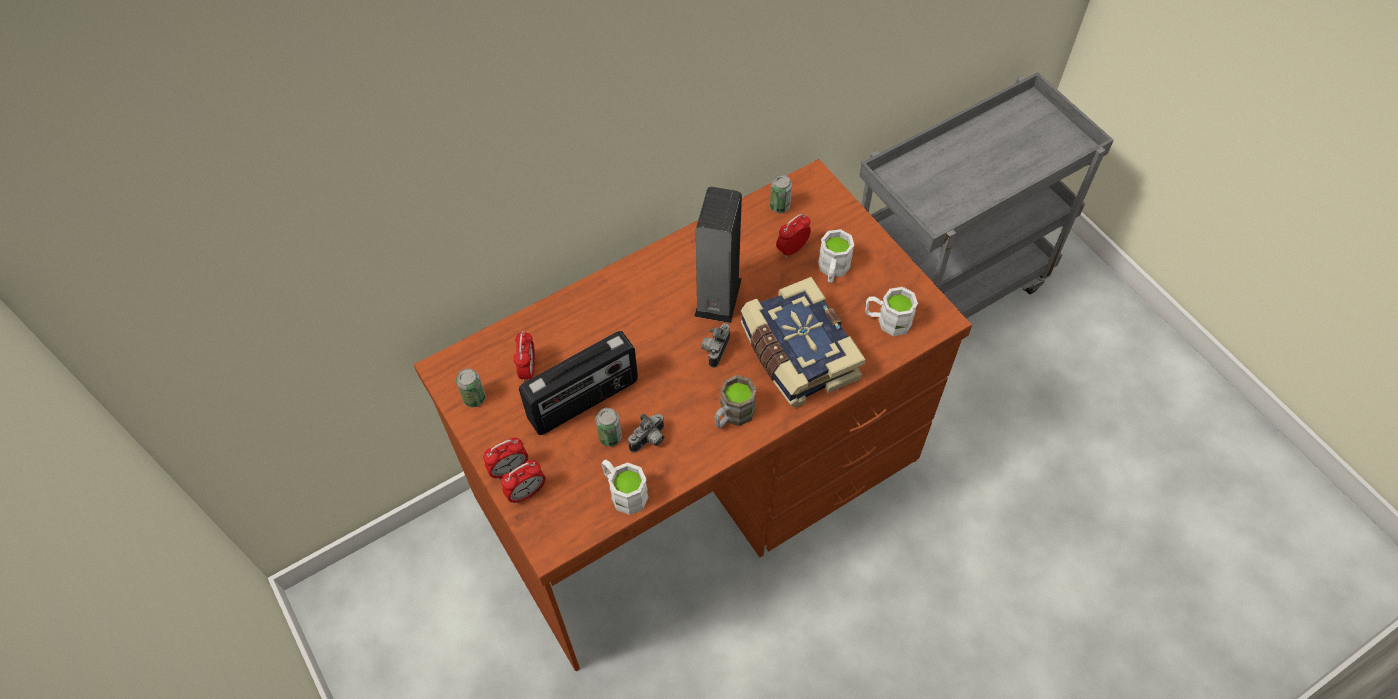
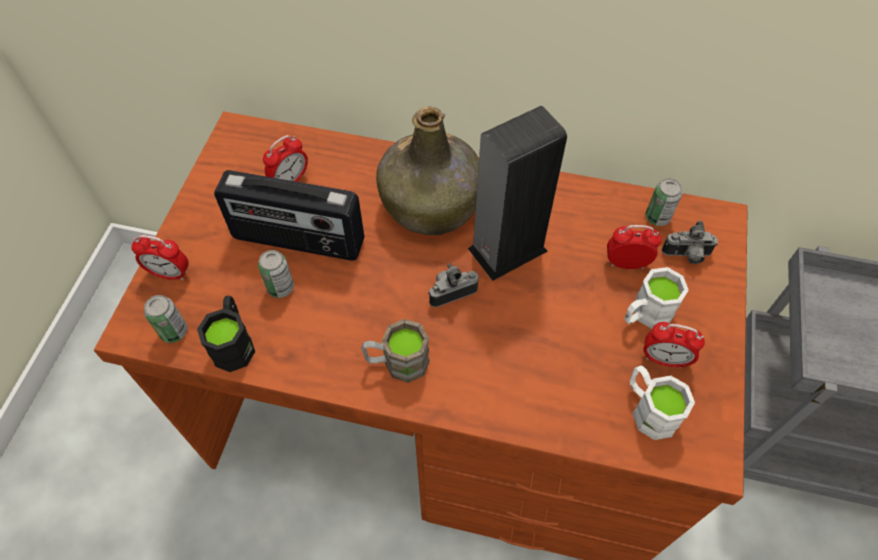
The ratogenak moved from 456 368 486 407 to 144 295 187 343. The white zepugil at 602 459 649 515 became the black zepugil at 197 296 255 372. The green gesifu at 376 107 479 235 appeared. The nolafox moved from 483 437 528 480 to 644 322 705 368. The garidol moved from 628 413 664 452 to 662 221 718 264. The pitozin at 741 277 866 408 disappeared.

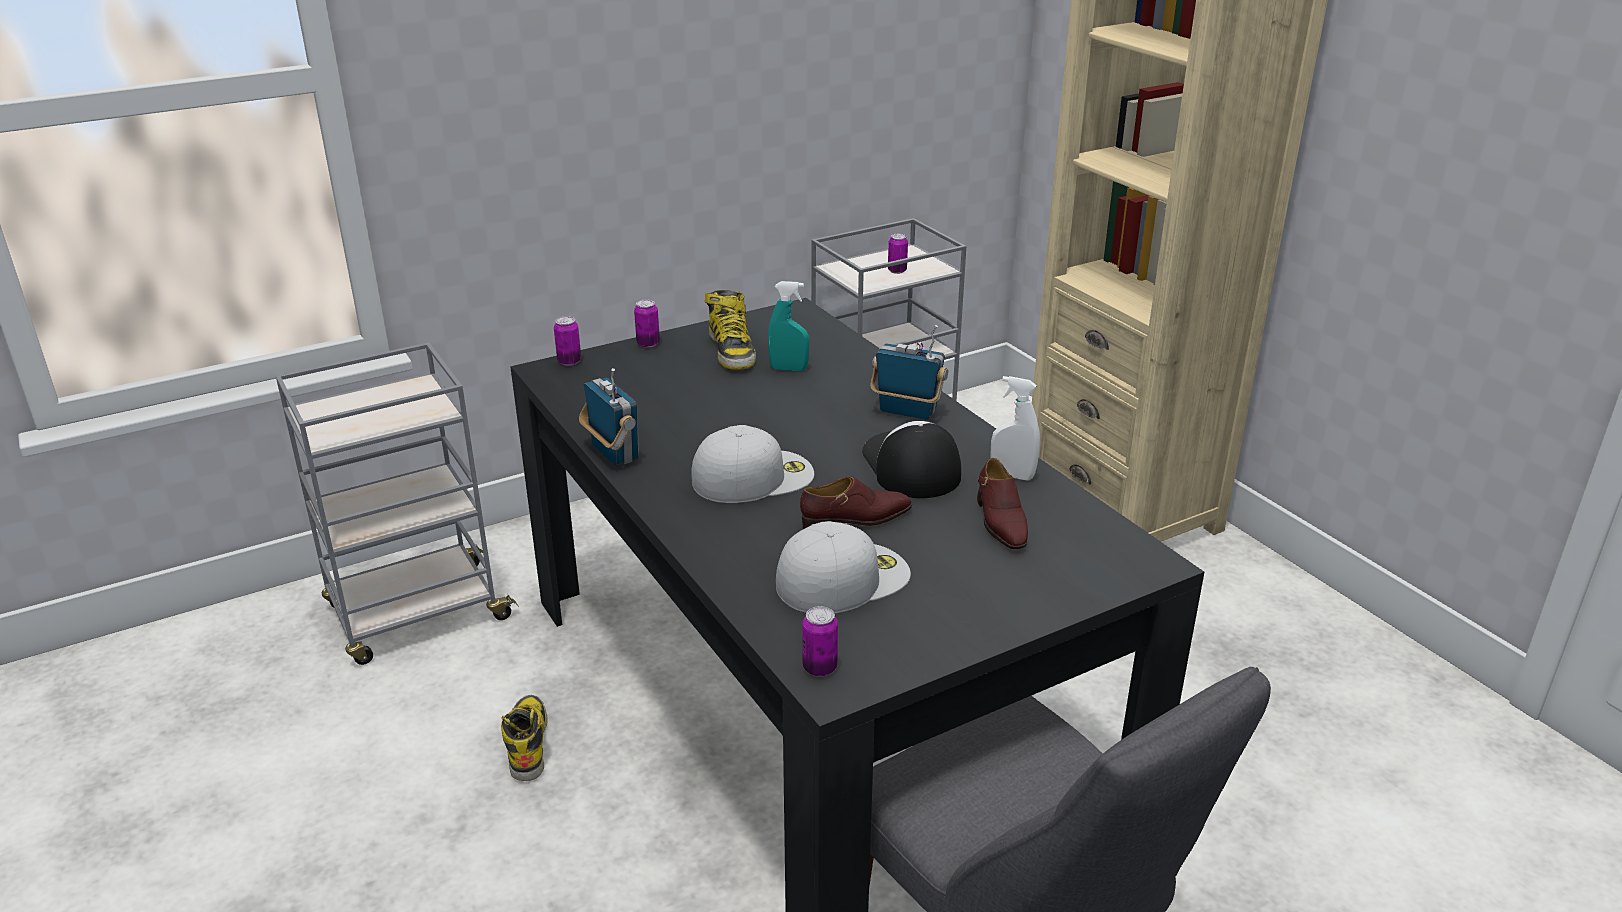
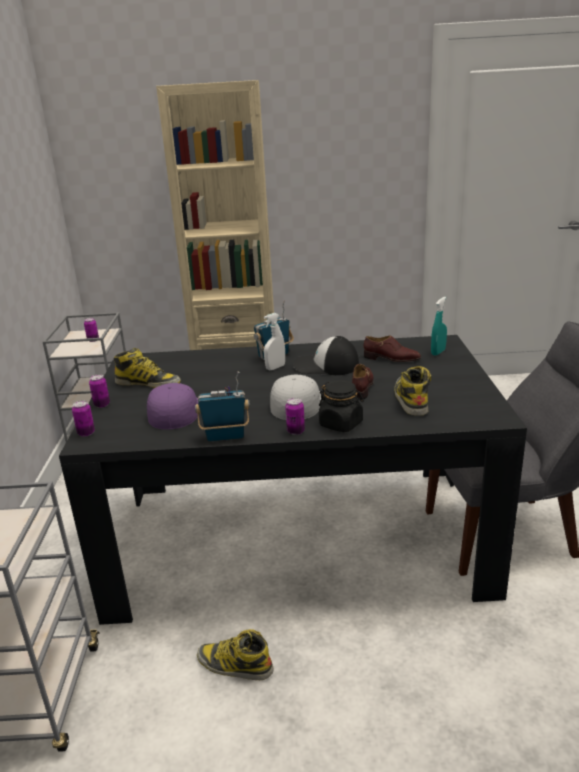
The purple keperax at 147 383 198 429 appeared. The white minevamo moved from 990 376 1040 480 to 264 313 285 370. The ratogenak moved from 802 606 838 676 to 285 398 305 435. The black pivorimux at 319 380 364 432 appeared. The white keperax at 776 521 911 614 was replaced by the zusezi at 394 366 431 416. The turquoise minevamo moved from 768 281 809 371 to 431 297 447 356.

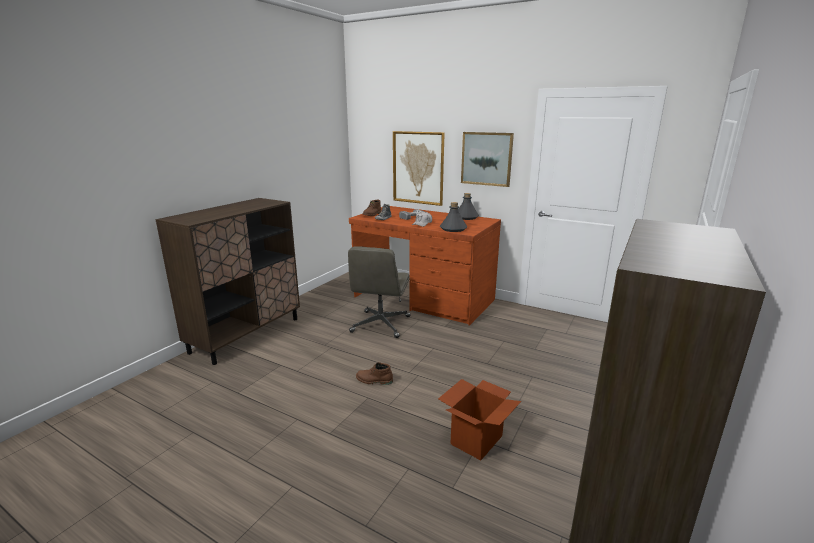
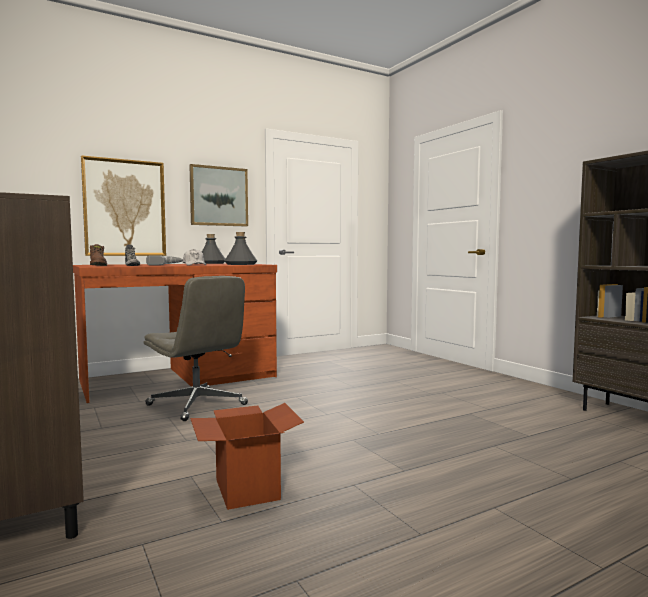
The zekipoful moved from 438 379 521 460 to 190 403 304 510. The brown zusezi at 356 362 393 385 disappeared.

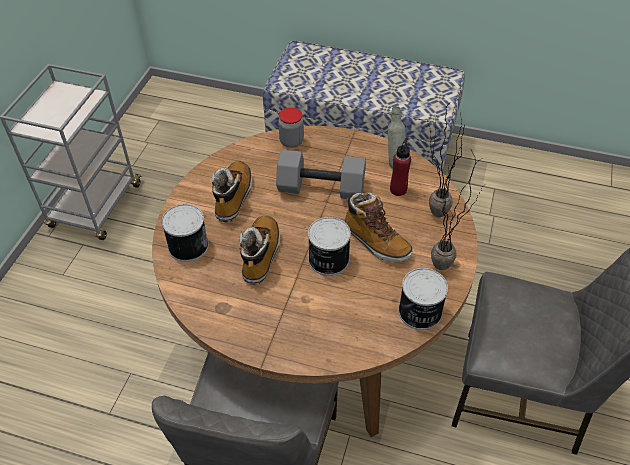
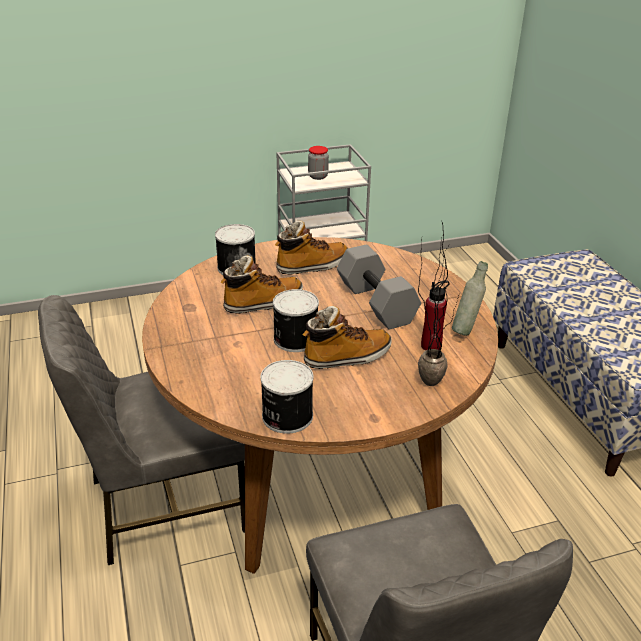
The zusezi at 344 192 413 262 turned 120 degrees counterclockwise. The pivorimux moved from 278 108 304 148 to 308 146 329 180. The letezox at 431 150 483 270 disappeared.

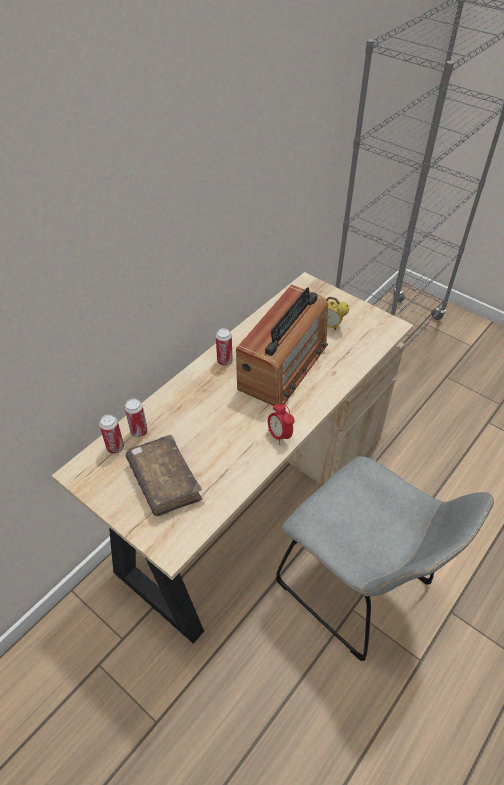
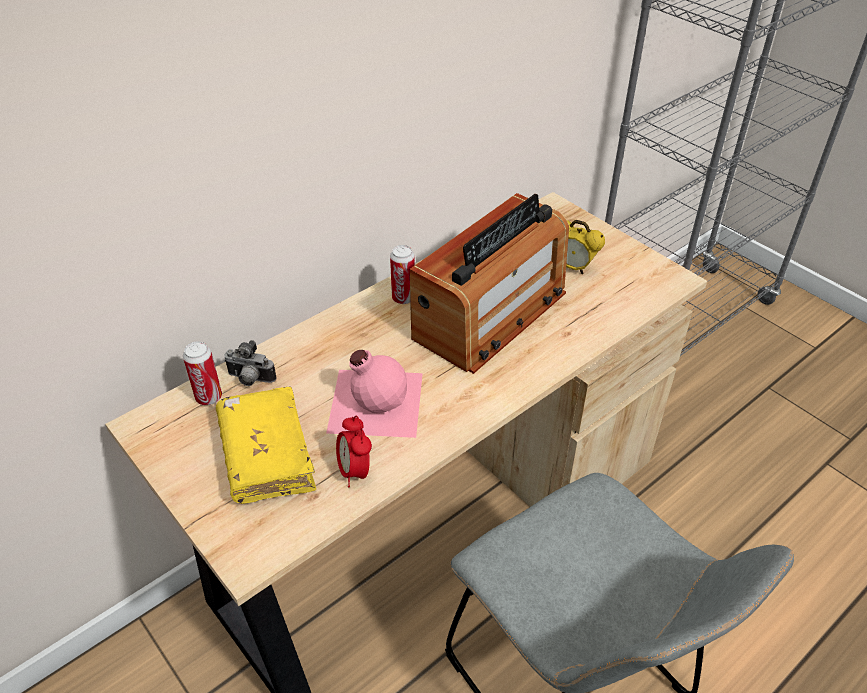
The brown pitozin at 126 435 202 516 became the yellow pitozin at 216 386 316 504. The ratogenak at 125 399 148 437 was replaced by the garidol at 224 340 277 386. The pink gesifu at 326 350 423 438 appeared. The nolafox moved from 268 403 294 445 to 336 415 372 487.

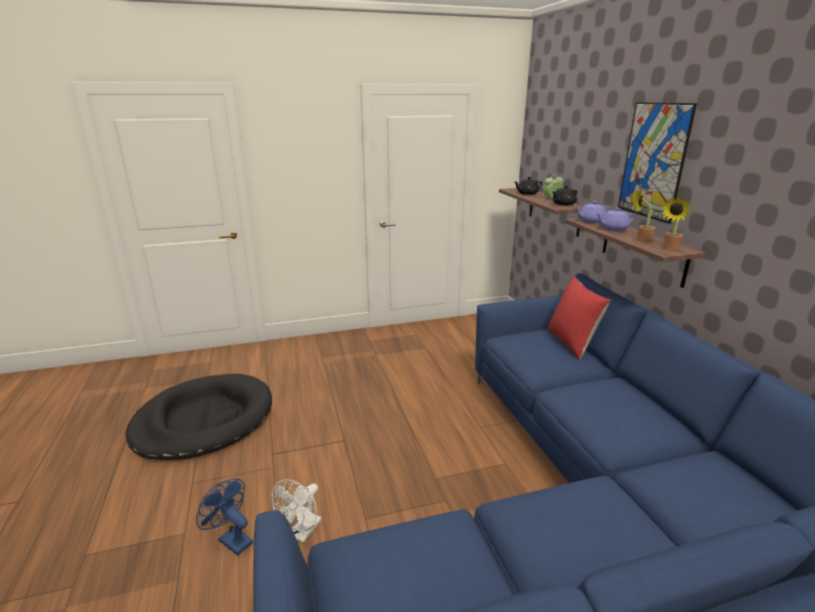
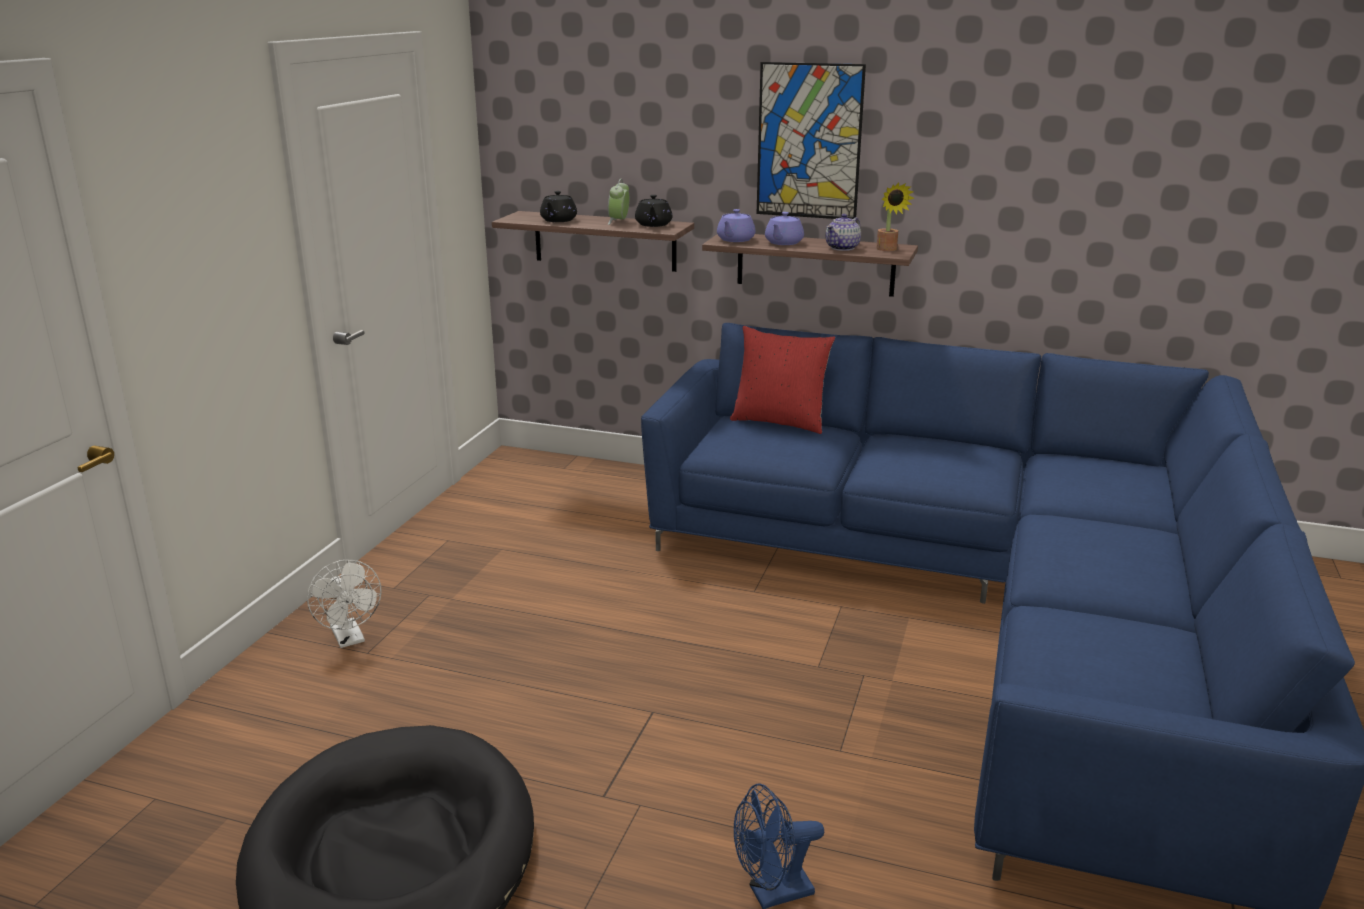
The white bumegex moved from 271 479 321 543 to 307 560 382 648. The letezox at 633 189 655 242 was replaced by the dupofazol at 825 214 861 251.

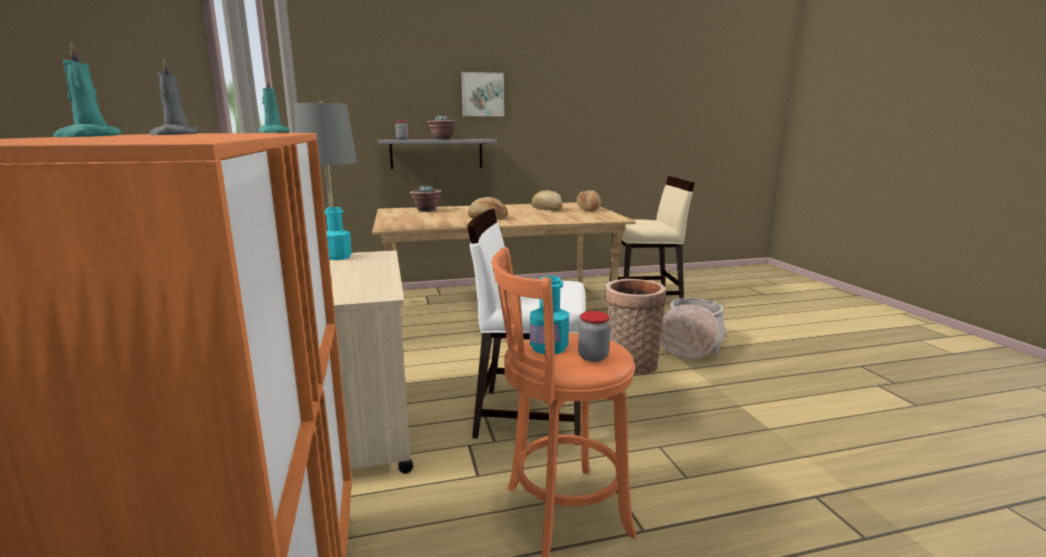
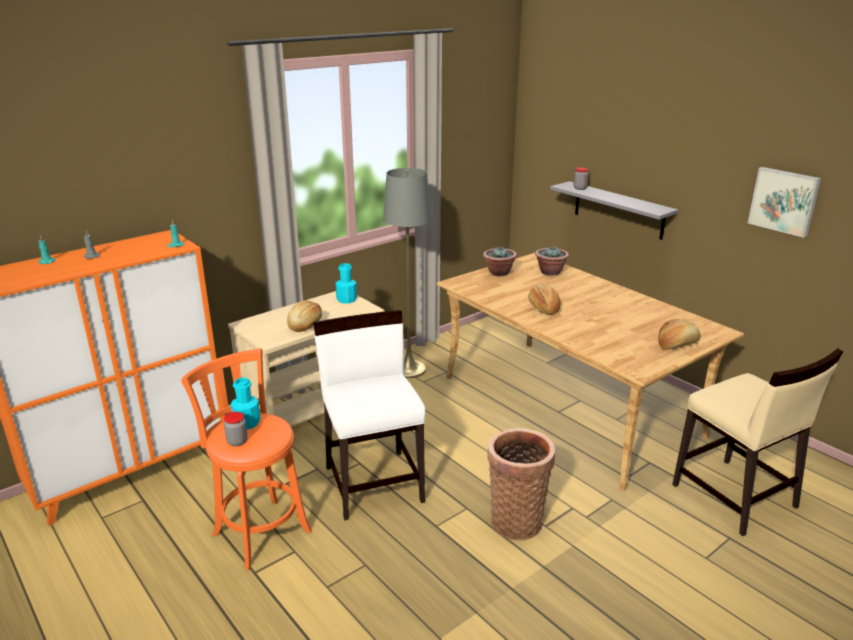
The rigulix moved from 531 190 563 211 to 287 300 322 332. The letezox moved from 427 115 457 140 to 483 247 517 276. The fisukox moved from 461 72 504 116 to 748 167 821 238. The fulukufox at 660 298 727 359 disappeared.

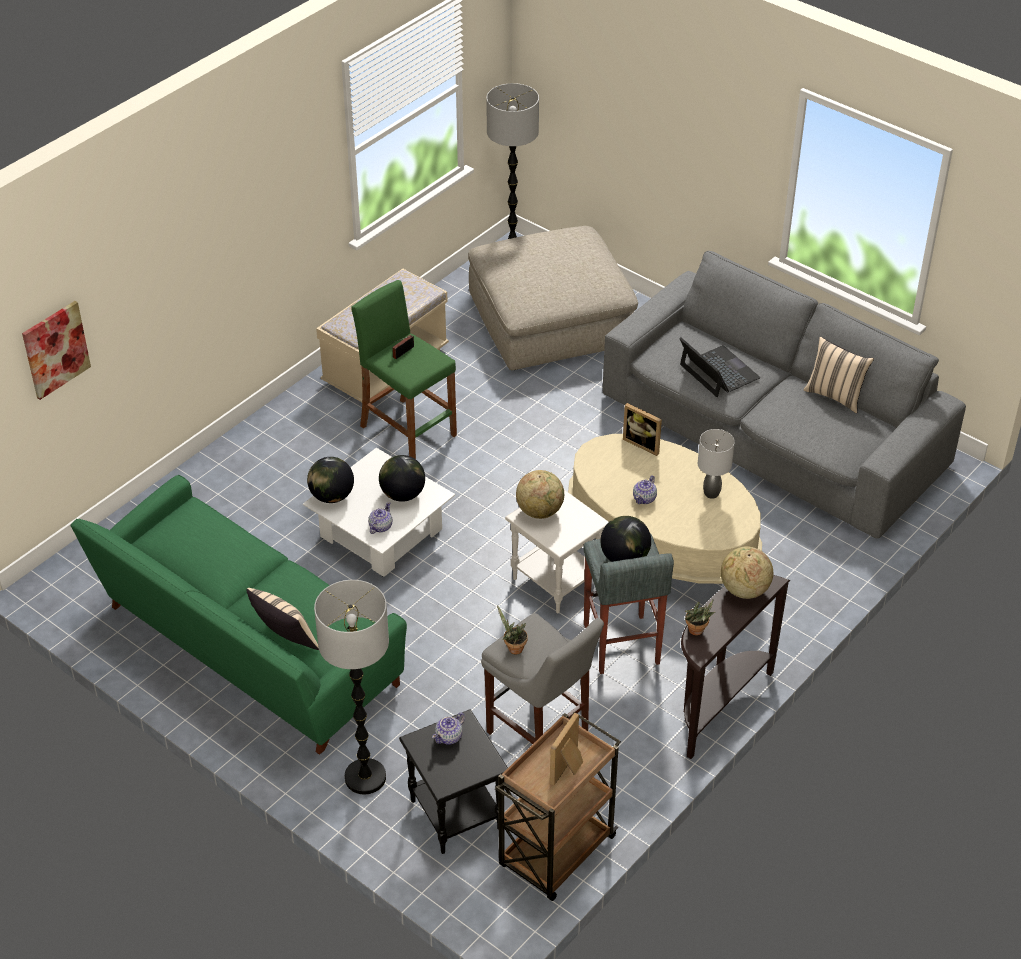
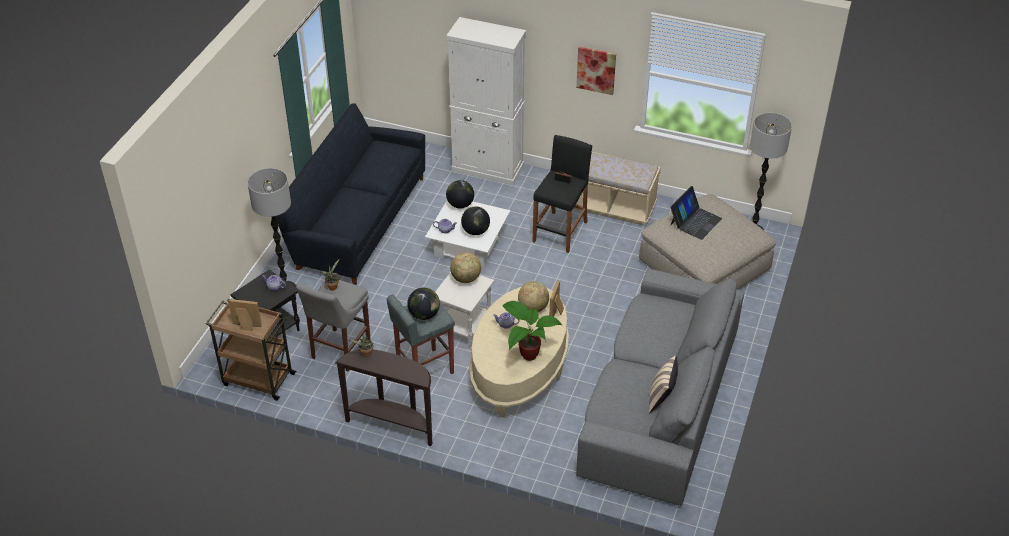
The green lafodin at 71 475 407 755 became the black lafodin at 275 103 425 285. The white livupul at 446 17 526 185 appeared. The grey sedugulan at 698 429 735 499 was replaced by the letezox at 502 301 562 361. The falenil moved from 721 546 773 599 to 518 281 549 312. The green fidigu at 351 280 457 459 became the black fidigu at 532 135 592 253. The fisukox moved from 22 301 91 400 to 576 47 616 95. The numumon moved from 680 338 760 397 to 670 186 722 240. The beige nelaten at 246 588 319 650 disappeared.

